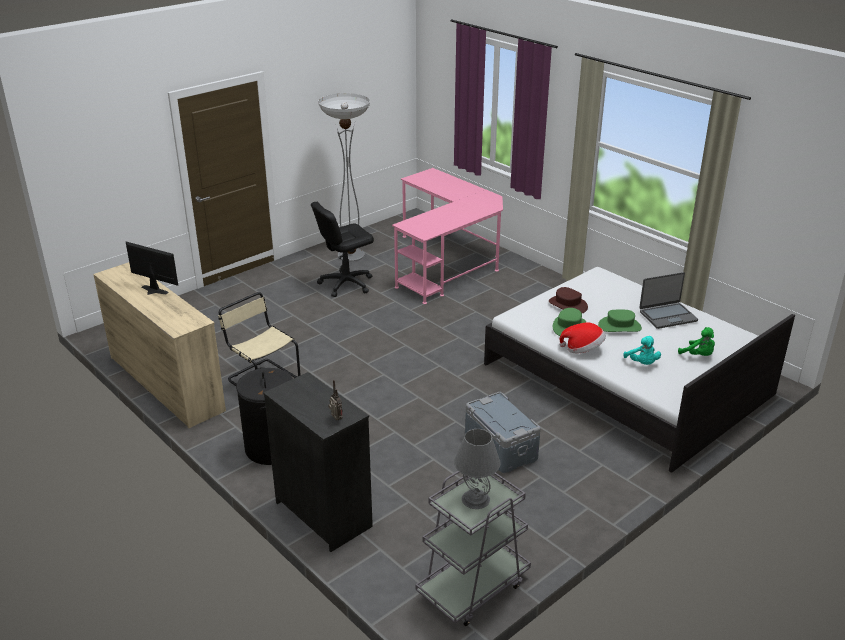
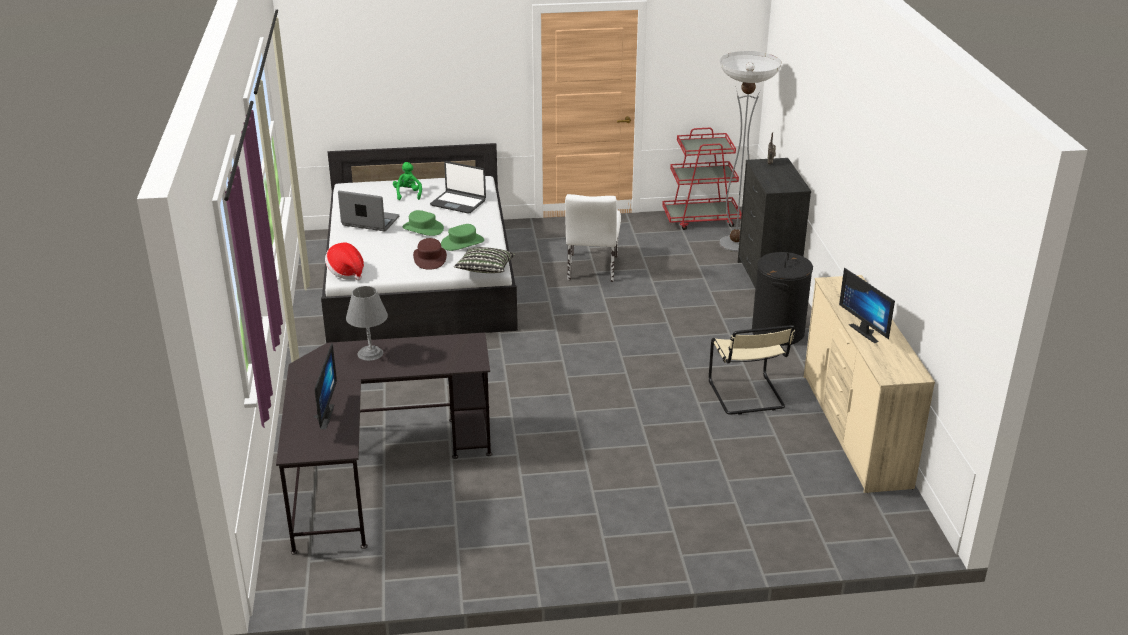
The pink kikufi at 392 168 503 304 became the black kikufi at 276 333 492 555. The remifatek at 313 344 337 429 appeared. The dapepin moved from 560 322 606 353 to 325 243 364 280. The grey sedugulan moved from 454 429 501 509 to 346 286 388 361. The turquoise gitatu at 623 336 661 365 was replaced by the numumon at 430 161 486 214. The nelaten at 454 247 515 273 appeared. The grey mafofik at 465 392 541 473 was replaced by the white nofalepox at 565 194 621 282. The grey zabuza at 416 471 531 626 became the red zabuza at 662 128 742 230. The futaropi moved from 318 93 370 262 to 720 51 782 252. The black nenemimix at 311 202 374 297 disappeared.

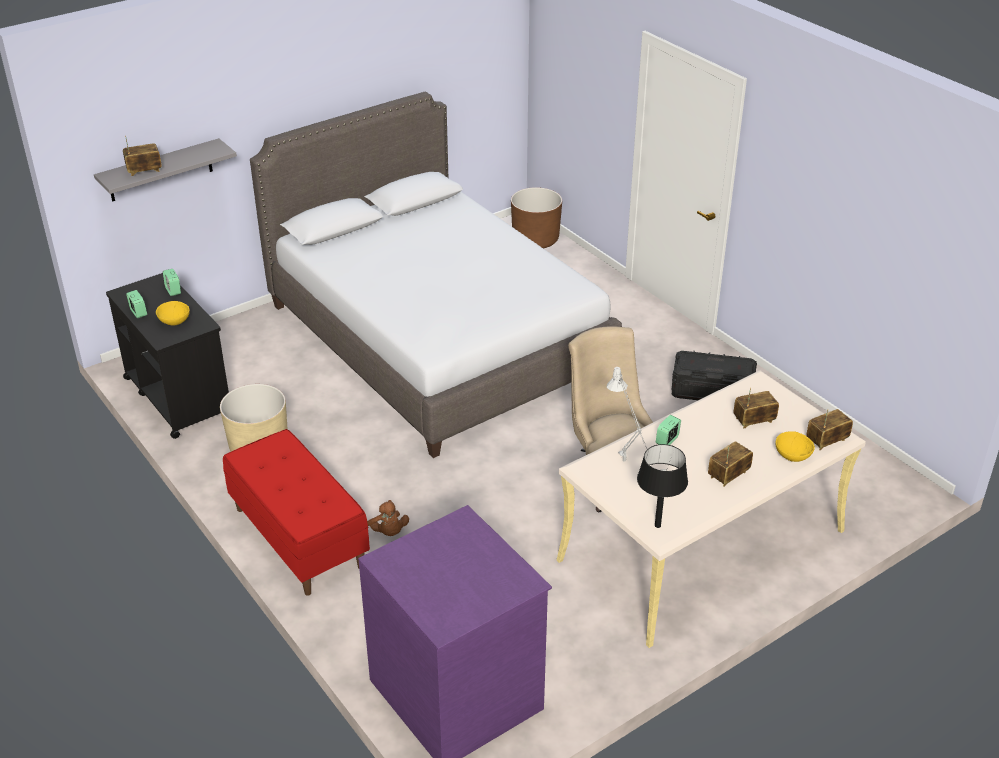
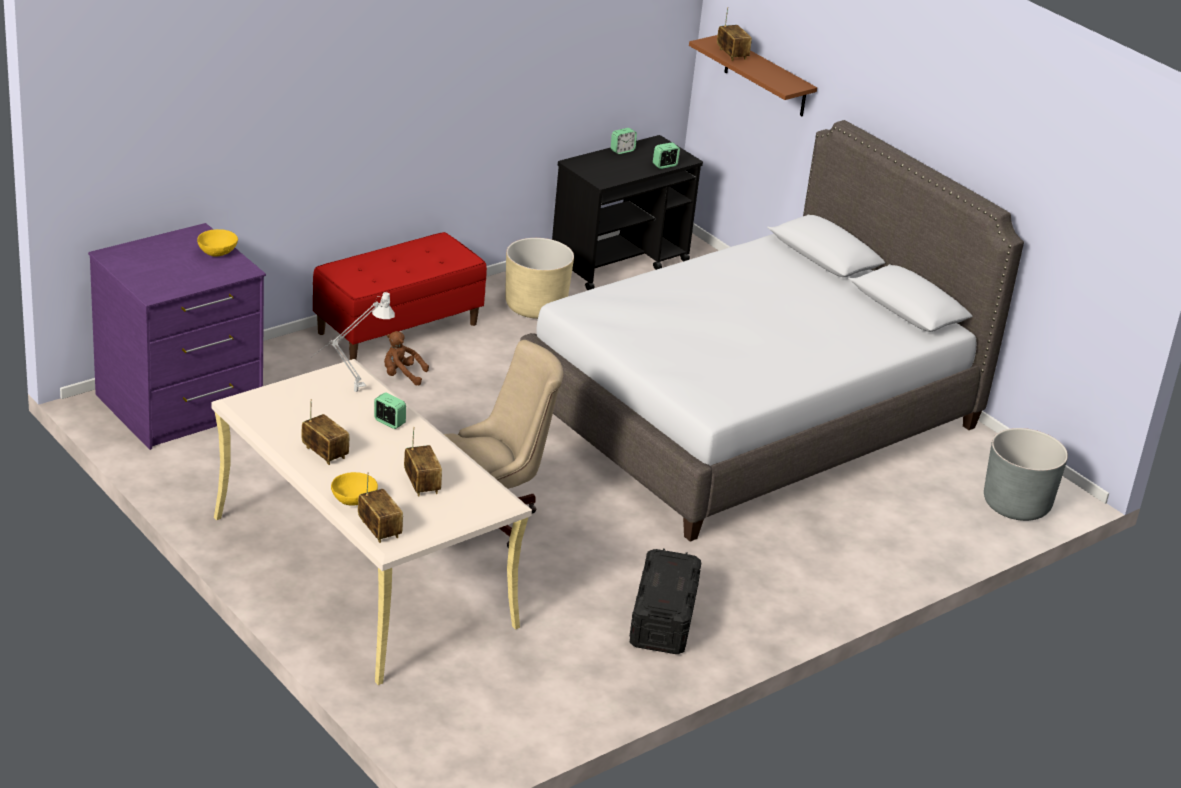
The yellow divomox moved from 156 301 190 325 to 197 229 238 257. The brown gitatu at 367 500 409 536 turned 45 degrees clockwise. The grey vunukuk at 94 138 237 201 became the brown vunukuk at 689 35 817 116. The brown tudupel at 511 187 562 249 became the grey tudupel at 984 428 1068 521. The black sedugulan at 637 444 688 528 disappeared.

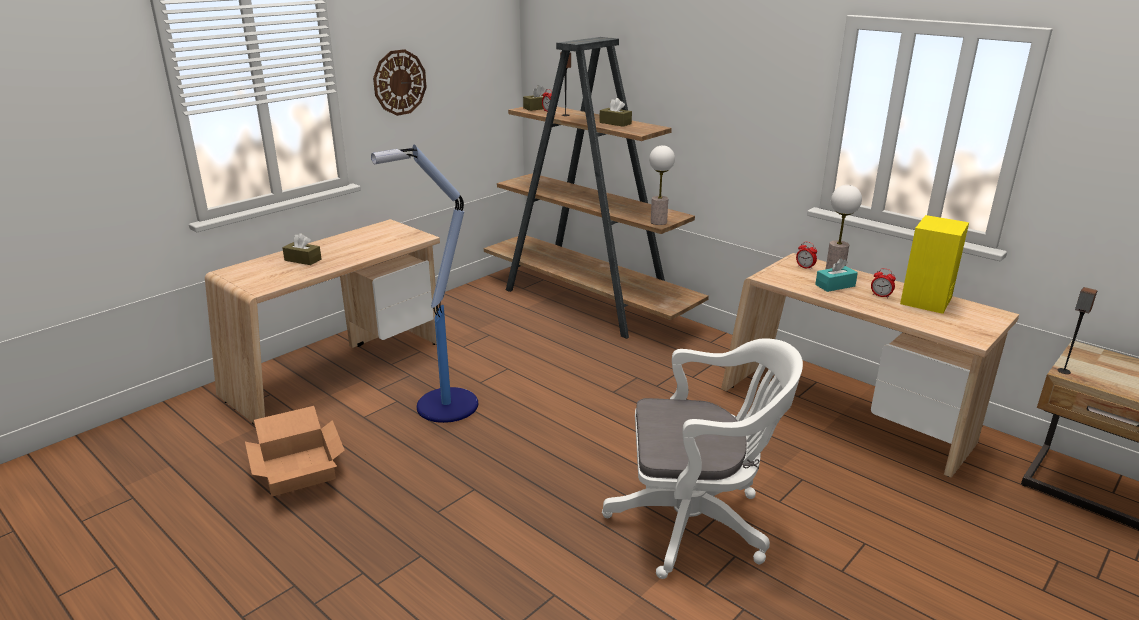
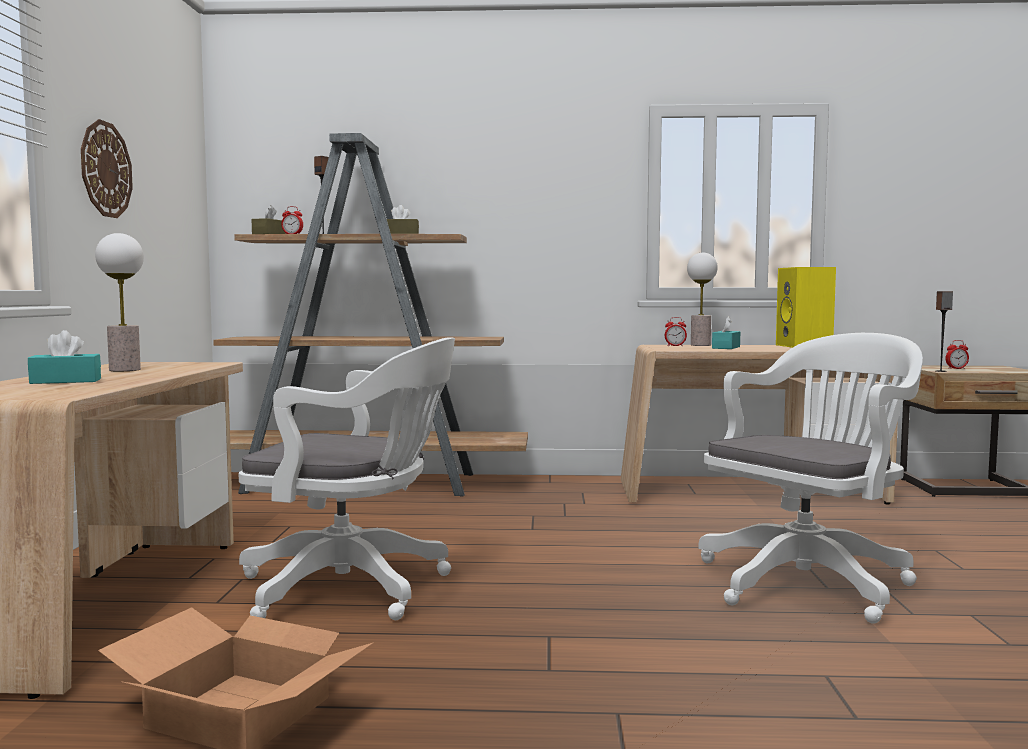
The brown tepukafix at 282 233 322 265 became the turquoise tepukafix at 28 330 101 384. The sedugulan moved from 649 145 675 225 to 95 233 144 371. The futaropi at 371 144 478 423 was replaced by the white nenemimix at 239 337 455 620. The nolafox moved from 871 268 896 299 to 945 340 969 369.

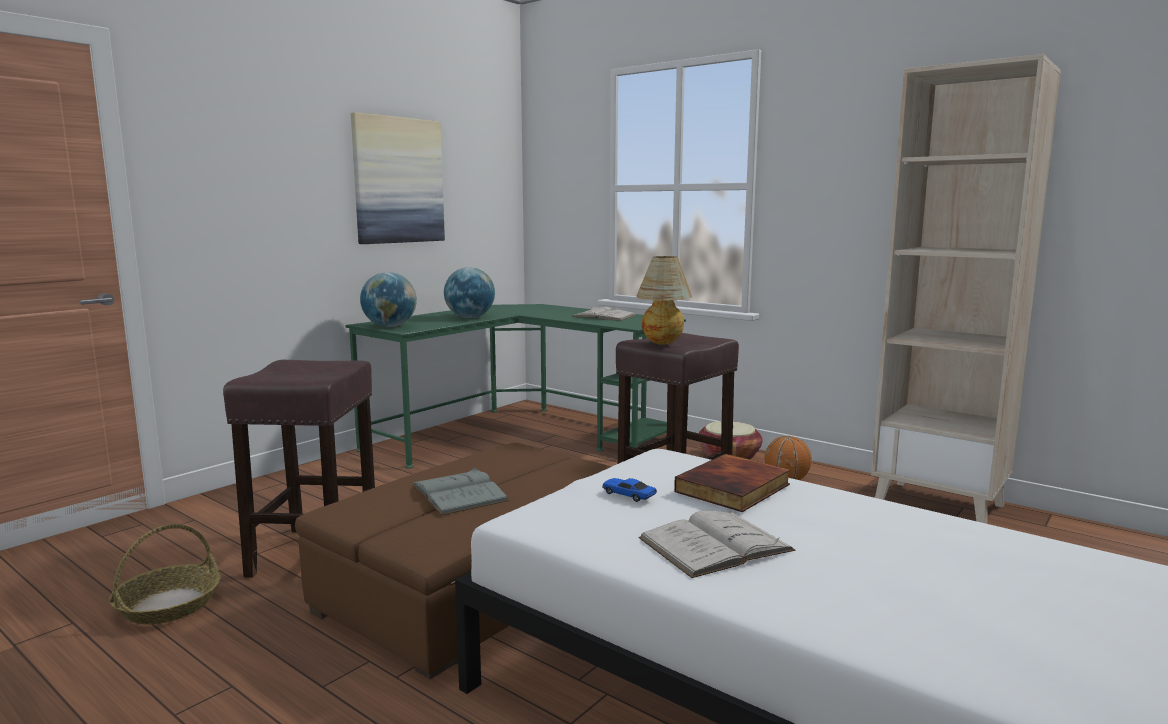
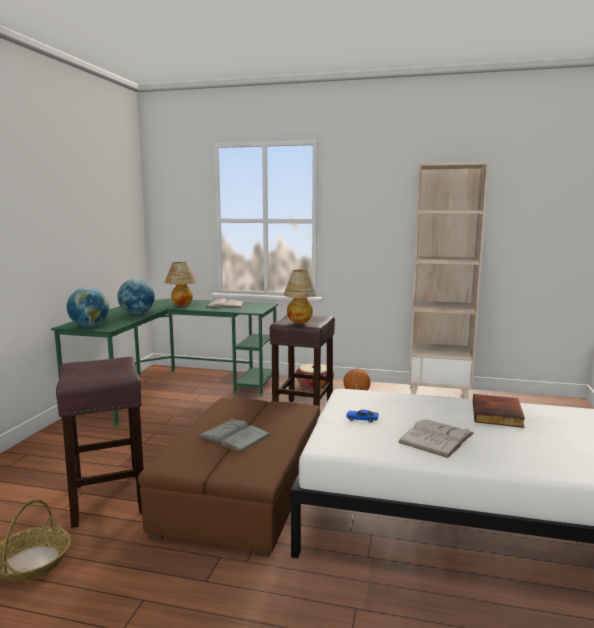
The sedugulan at 164 262 197 307 appeared. The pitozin moved from 674 454 790 512 to 473 394 525 428. The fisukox at 351 112 445 244 disappeared.

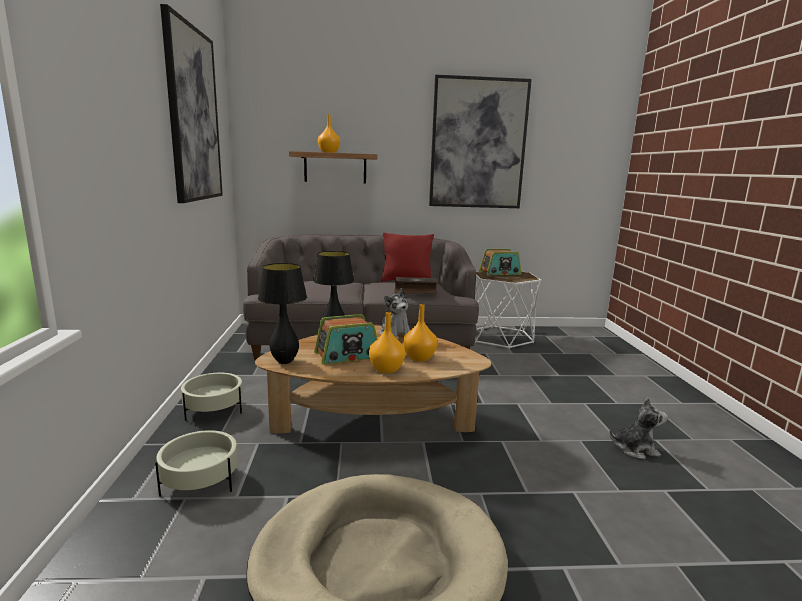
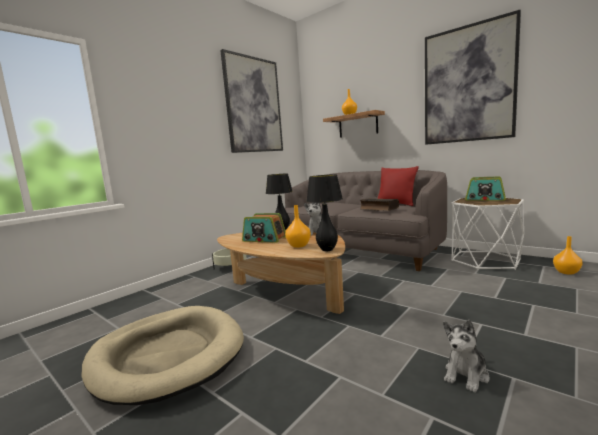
The black sedugulan moved from 258 263 307 364 to 307 174 343 251. The gitatu at 609 398 668 459 turned 90 degrees clockwise. The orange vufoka moved from 369 312 405 373 to 553 236 583 275. The beige tudupel at 155 429 238 497 disappeared.

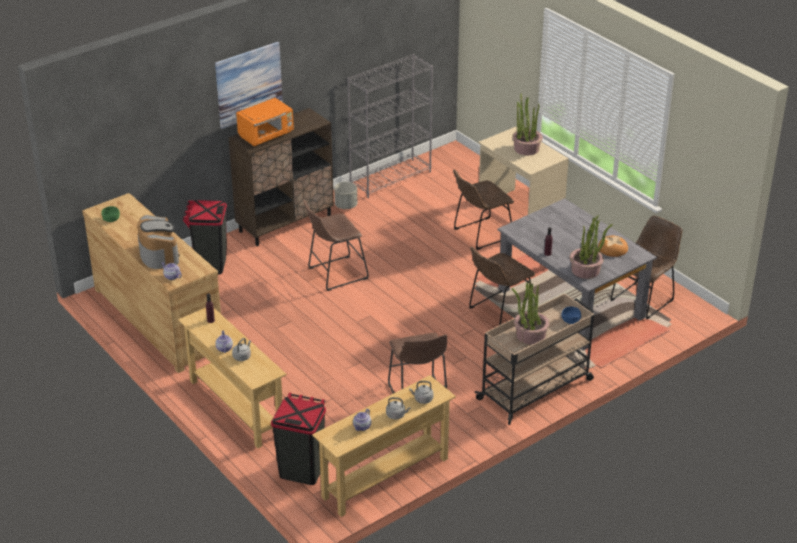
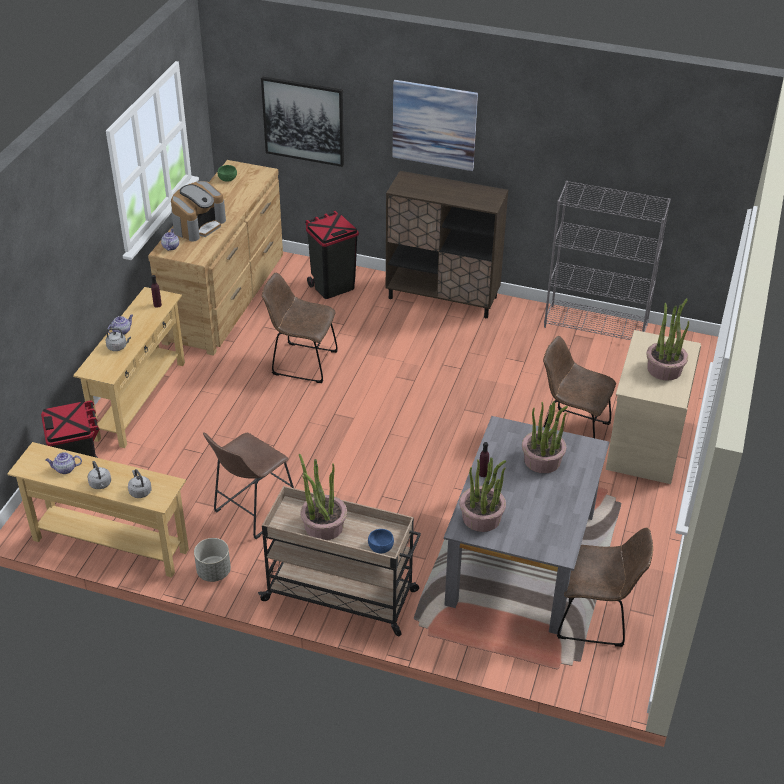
The grey tudupel moved from 334 182 357 209 to 194 538 231 582. The fisukox at 261 76 344 167 appeared. The brown nofalepox moved from 469 247 535 325 to 262 272 338 383. The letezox at 522 401 568 473 appeared. The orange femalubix at 236 98 294 146 disappeared. The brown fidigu at 303 199 369 291 disappeared. The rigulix at 598 236 628 257 disappeared.

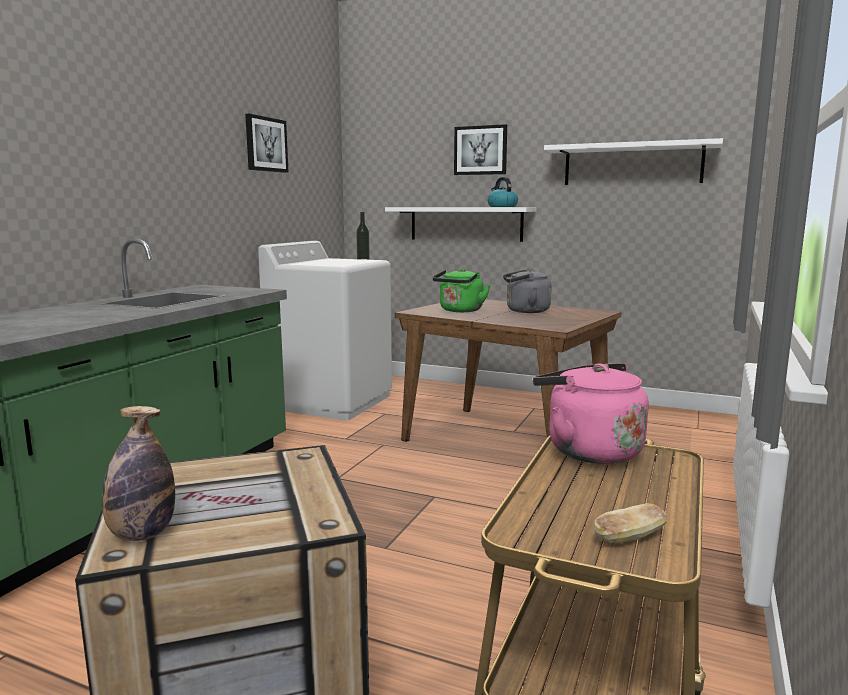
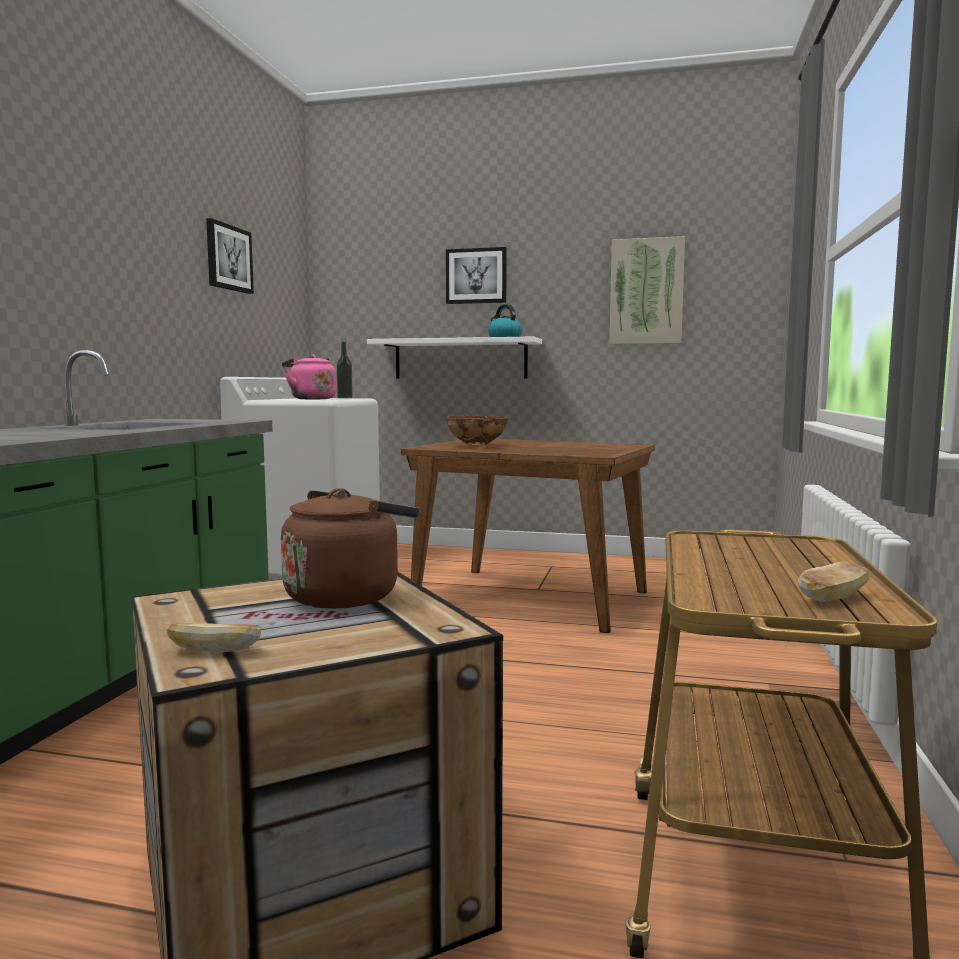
The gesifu at 102 406 175 541 was replaced by the rigulix at 166 622 261 653. The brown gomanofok at 281 488 419 609 appeared. The pink gomanofok moved from 533 363 648 464 to 282 355 337 399. The green gomanofok at 433 268 490 312 was replaced by the brown divomox at 446 415 508 446. The white vunukuk at 544 138 723 185 was replaced by the fisukox at 610 236 685 344. The grey gomanofok at 503 268 552 313 disappeared.

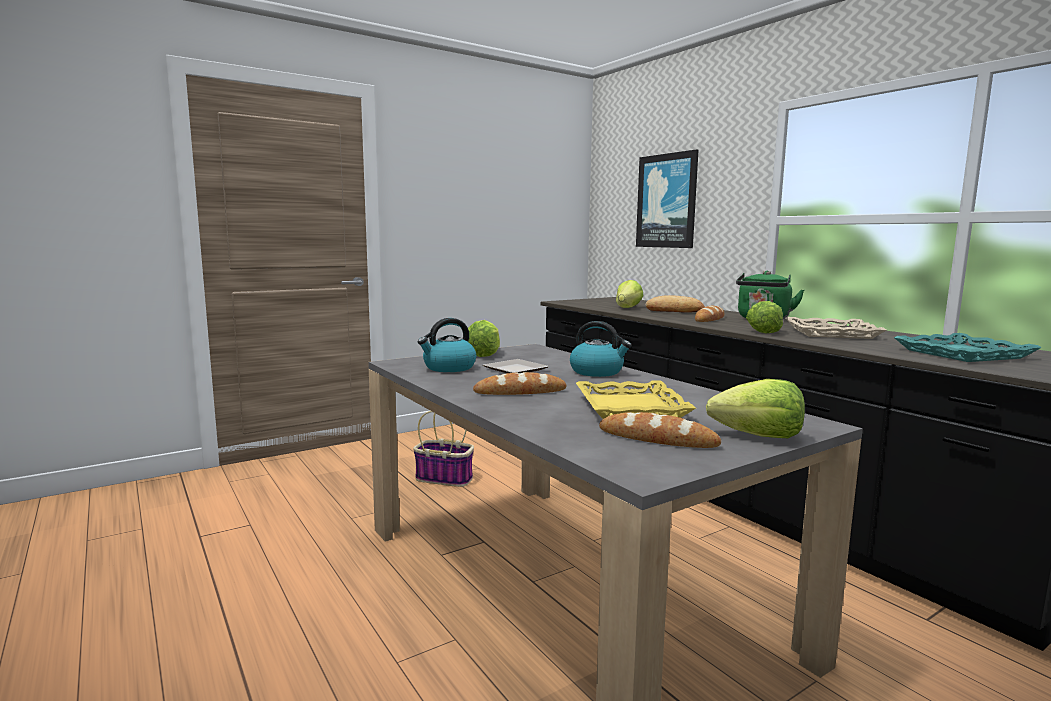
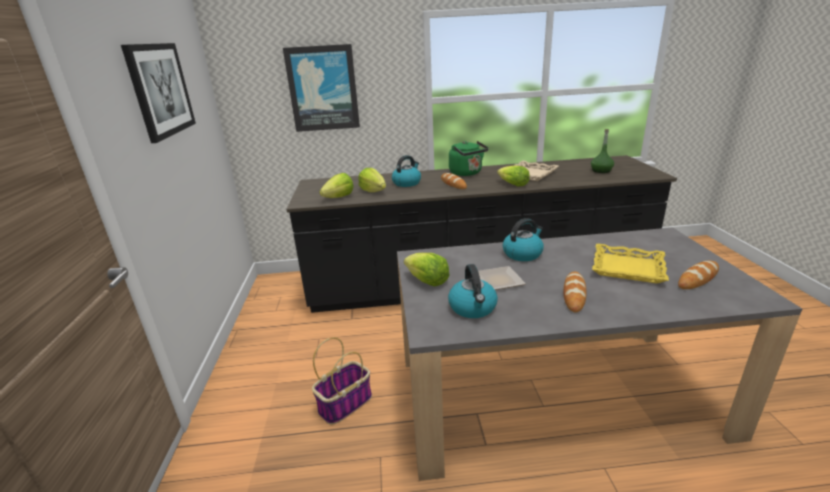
The fisukox at 121 43 196 143 appeared. The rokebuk moved from 706 379 805 438 to 319 173 354 198. The rigulix at 645 295 705 313 was replaced by the gomanofok at 392 155 421 187. The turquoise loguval at 894 333 1042 362 was replaced by the green gesifu at 591 129 614 173.

